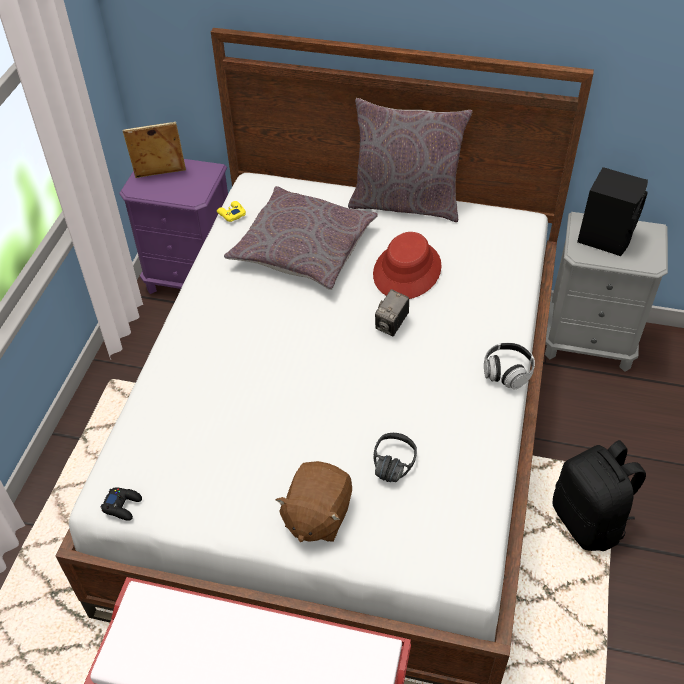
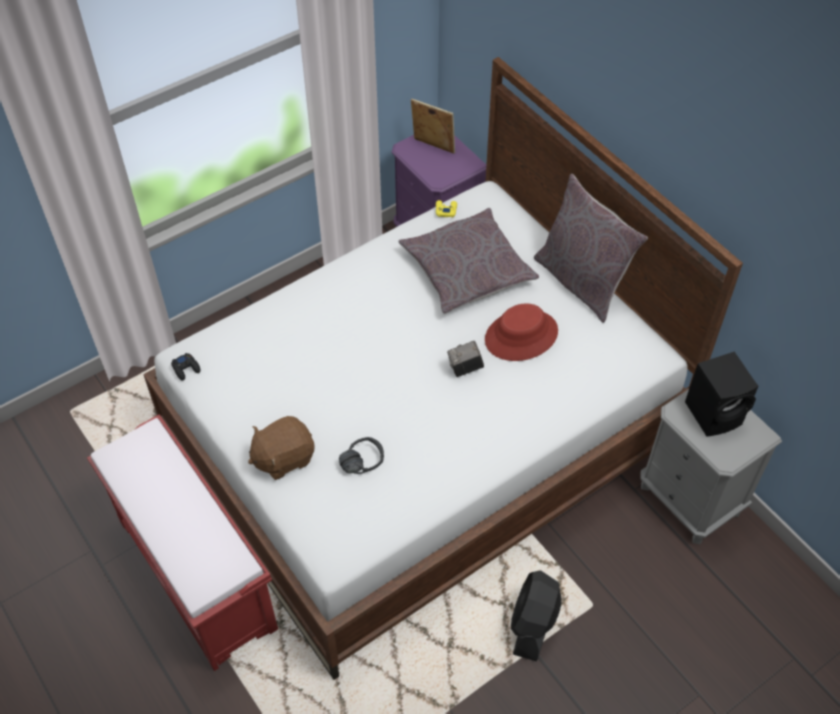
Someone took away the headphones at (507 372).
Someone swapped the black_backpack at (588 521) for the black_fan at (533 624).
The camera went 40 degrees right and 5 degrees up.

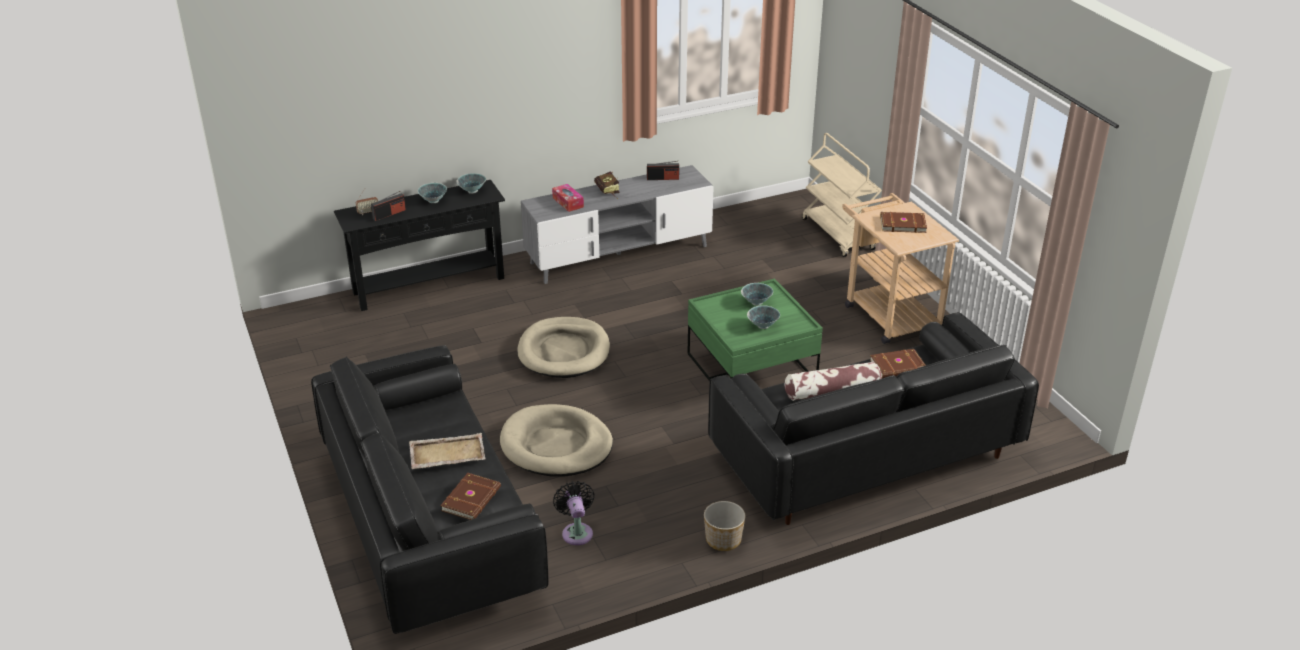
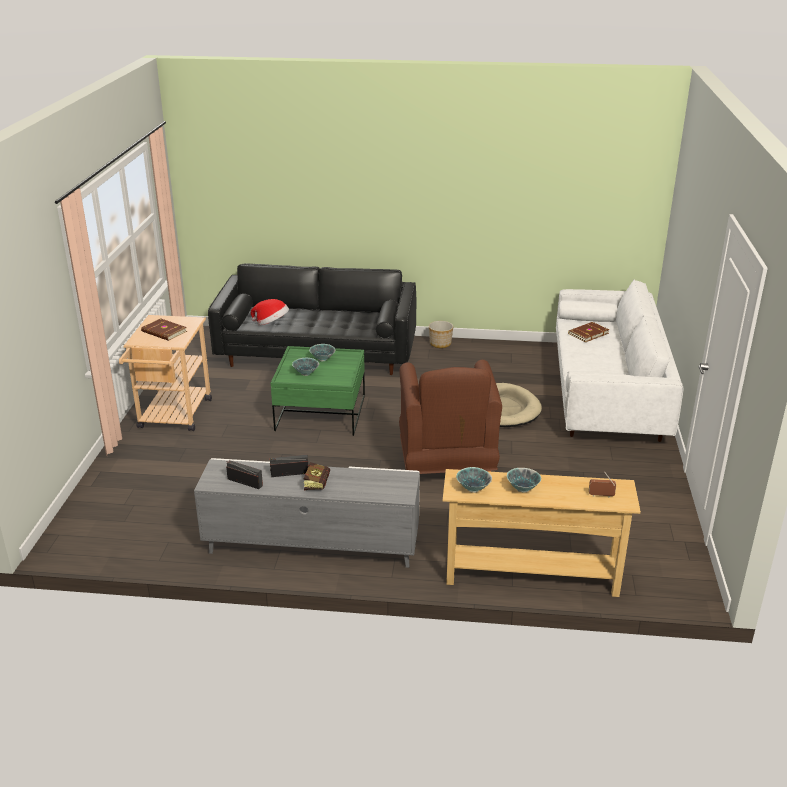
Someone took away the beige_cart at (838 235).
Someone repainted the black_console_table at (429 285), which became the beige_console_table at (531 577).
Someone took away the tissue_box at (568 202).
Someone carried the radio from (389 214) to (289 473).
Someone swapped the beige_dog_bed at (564 351) for the brown_armchair at (446 467).
Someone repainted the black_sofa at (430 523), which became the white_sofa at (606 393).
Someone swapped the brown_book at (898 366) for the hat at (271 323).
Someone took away the pillow at (831 391).
Someone took away the beige_tray at (446 453).
Someone took away the black_fan at (576 531).
The camera went 150 degrees left and 5 degrees down.

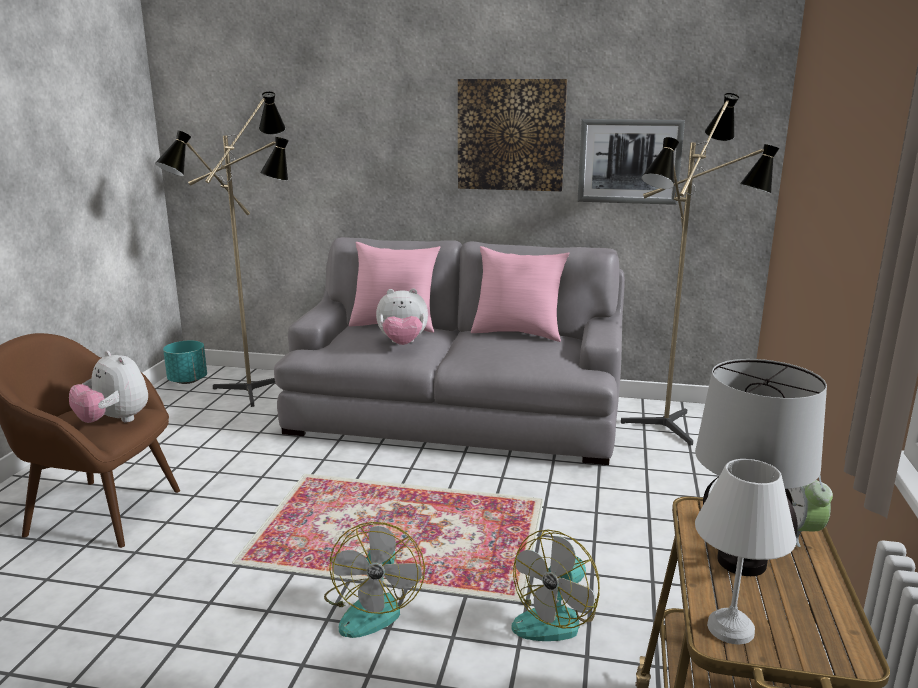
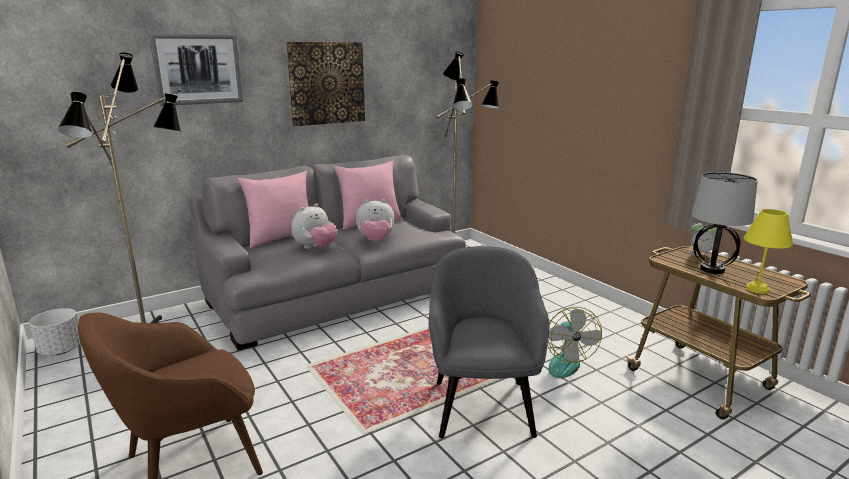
Someone carried the picture from (629 161) to (198 69).
Someone repainted the turquoise_planter at (188 380), which became the white_planter at (61 350).
Someone carried the plush_toy from (114 421) to (376 240).
Someone repainted the white_table_lamp at (730 630), which became the yellow_table_lamp at (758 289).
Someone swapped the fan at (372 607) for the grey_armchair at (482 405).
The camera went 45 degrees left and 0 degrees up.

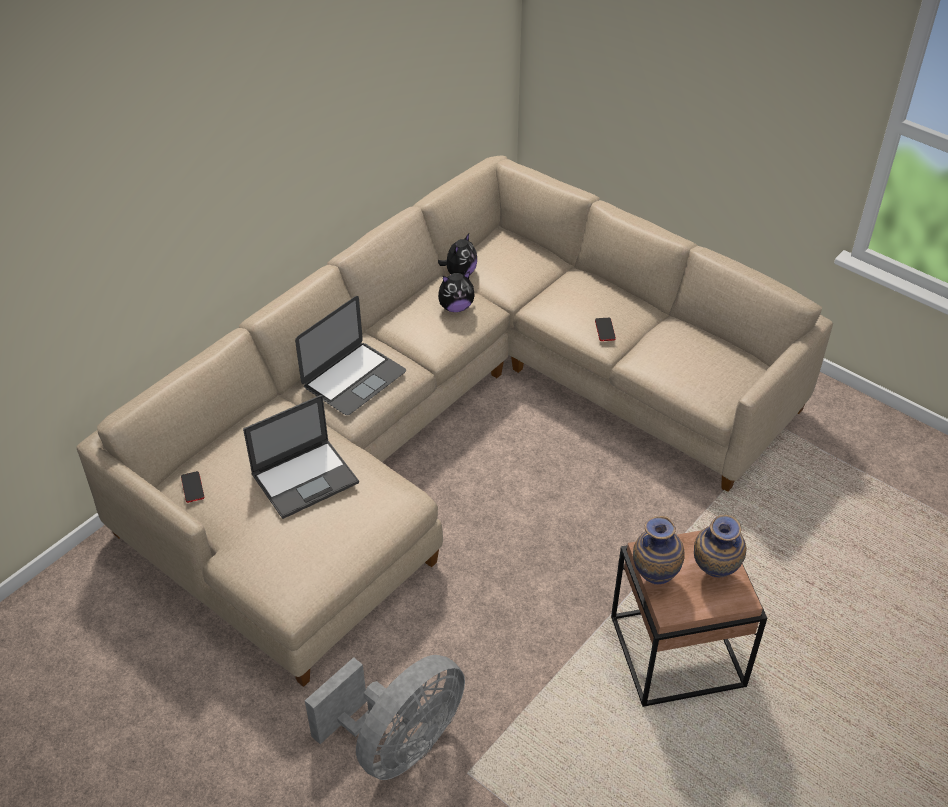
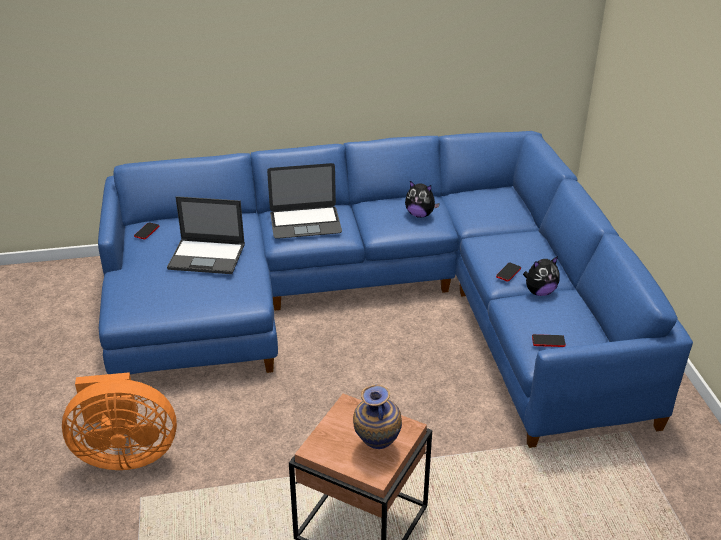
Someone repainted the beige_sofa at (451 425), which became the blue_sofa at (378 303).
Someone carried the plush_toy from (459 274) to (539 292).
Someone took away the vase at (654 578).
Someone repainted the grey_fan at (398 744), which became the orange_fan at (125 454).
Someone put down the phone at (548 341).
The camera went 40 degrees right and 10 degrees down.

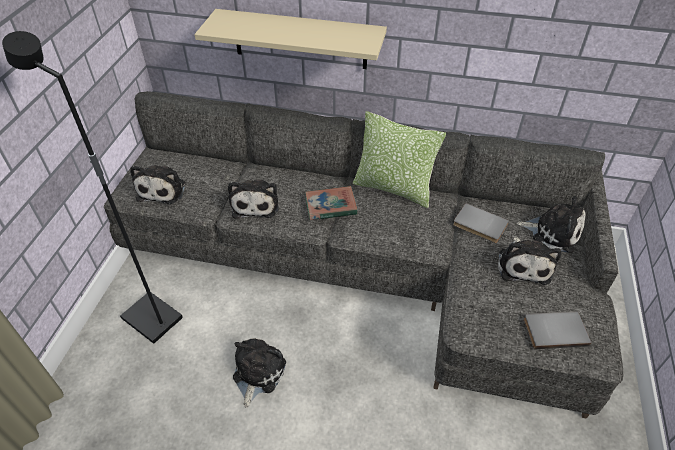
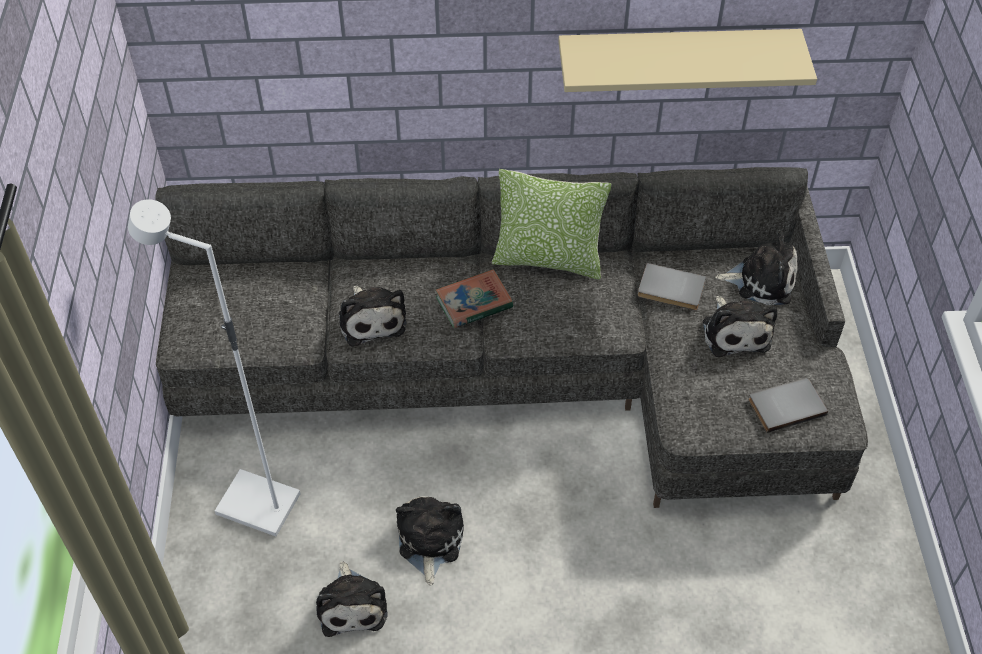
Someone carried the beige_shelf from (300 39) to (676 58).
Someone repainted the black_floor_lamp at (150 319), which became the white_floor_lamp at (256 506).
Someone carried the plush_toy from (163 189) to (352 604).
The camera went 15 degrees left and 5 degrees up.

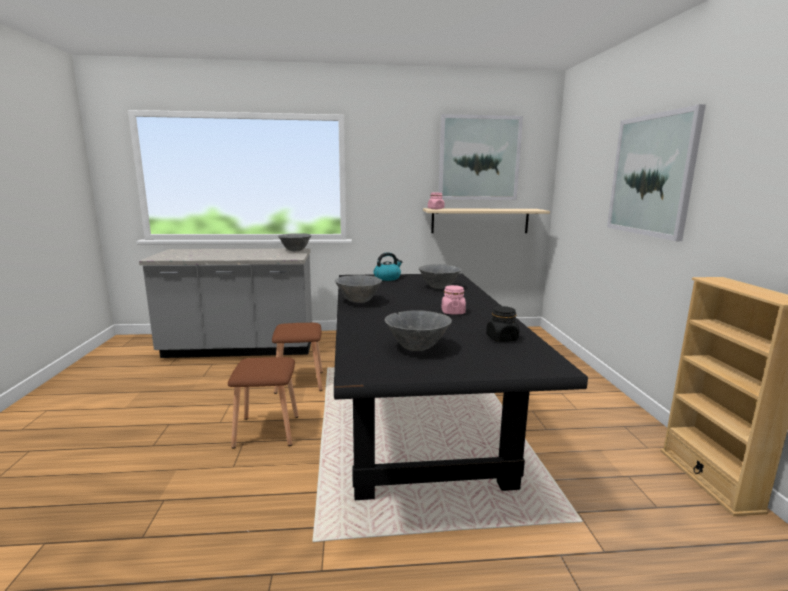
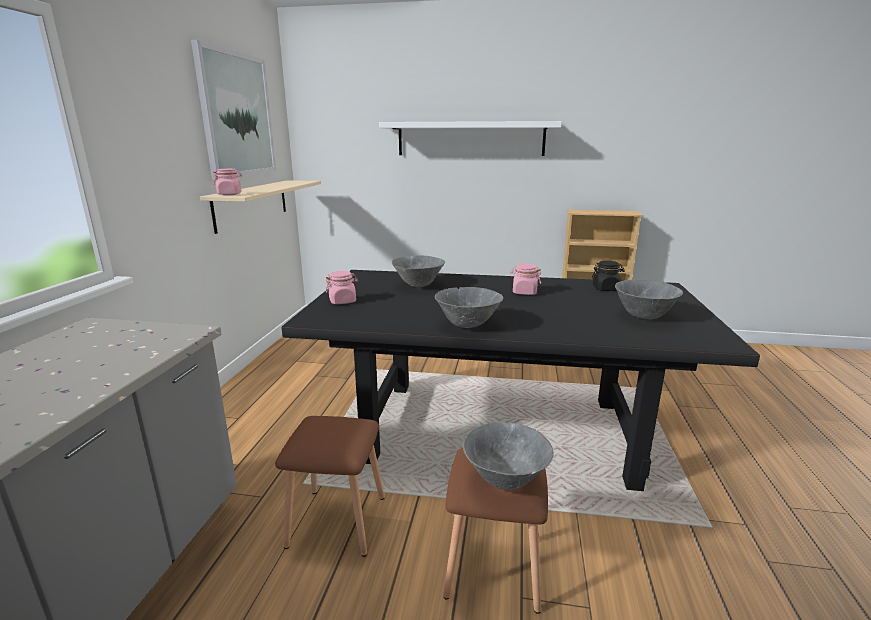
Someone swapped the picture at (651 175) for the white_shelf at (470 139).
Someone carried the grey_bowl from (295 251) to (506 480).
Someone swapped the kettle at (387 278) for the pink_jar at (343 301).
The camera went 75 degrees left and 5 degrees up.

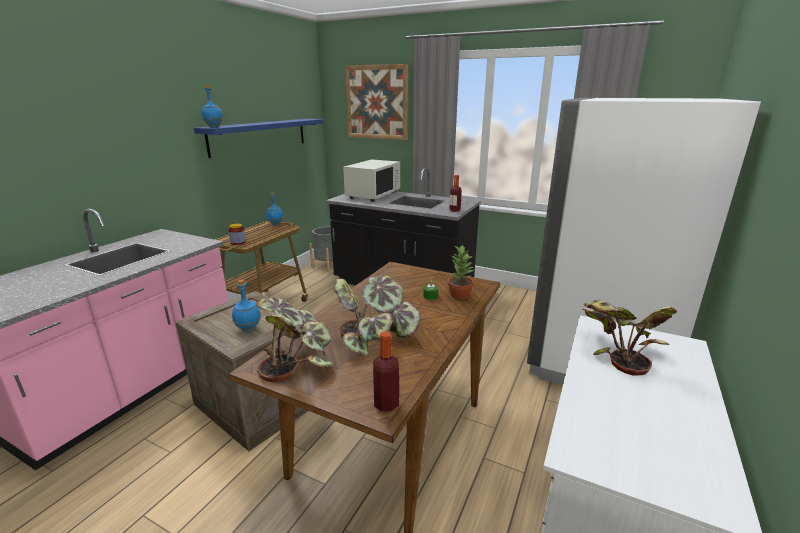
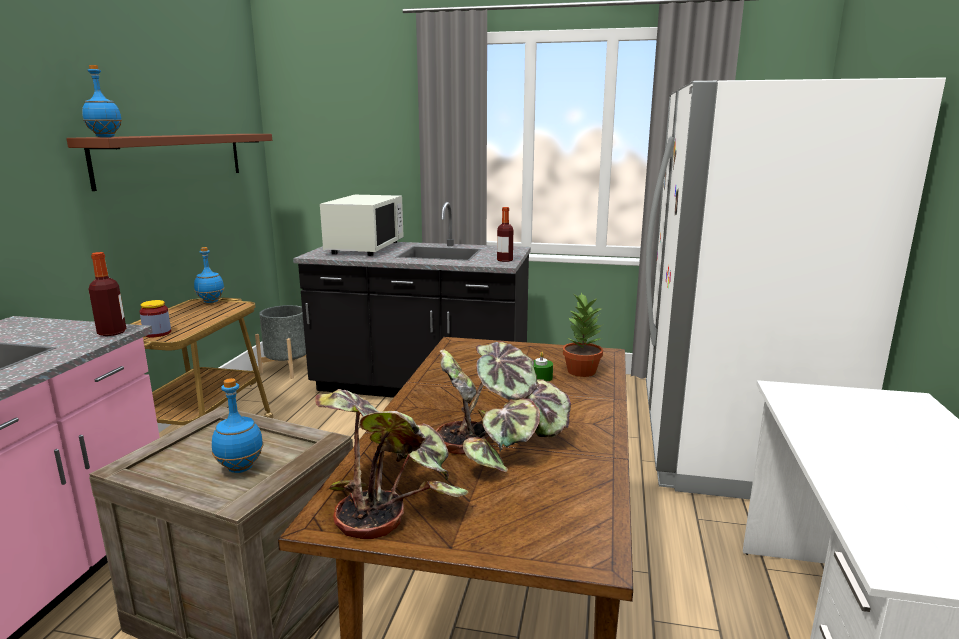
Someone took away the picture at (377 102).
Someone repainted the blue_shelf at (260 136), which became the brown_shelf at (173 158).
Someone took away the potted_plant at (616 351).
Someone carried the bottle from (386 404) to (112 333).
The camera went 15 degrees left and 5 degrees down.

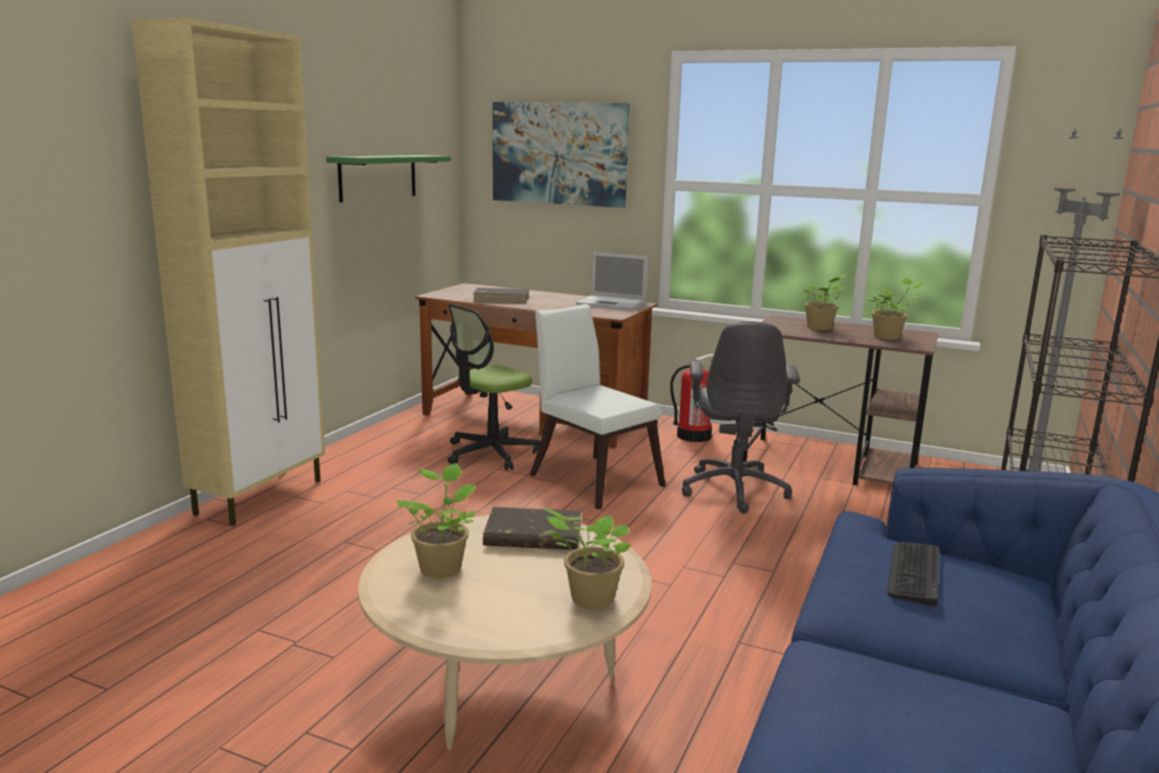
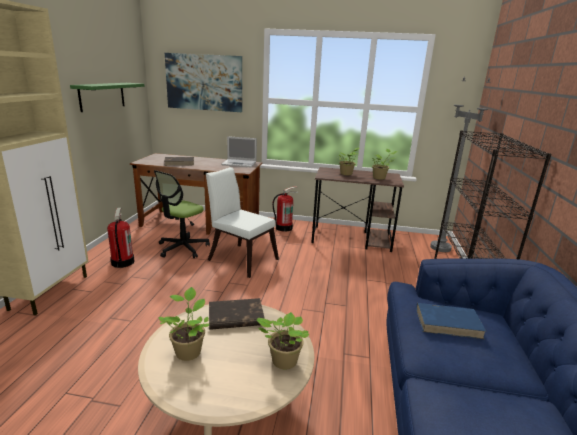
Someone took away the grey_office_chair at (734 490).
Someone swapped the keyboard at (913 573) for the blue_book at (448 323).
Someone put down the fire_extinguisher at (122 262).
The camera went 15 degrees left and 5 degrees up.

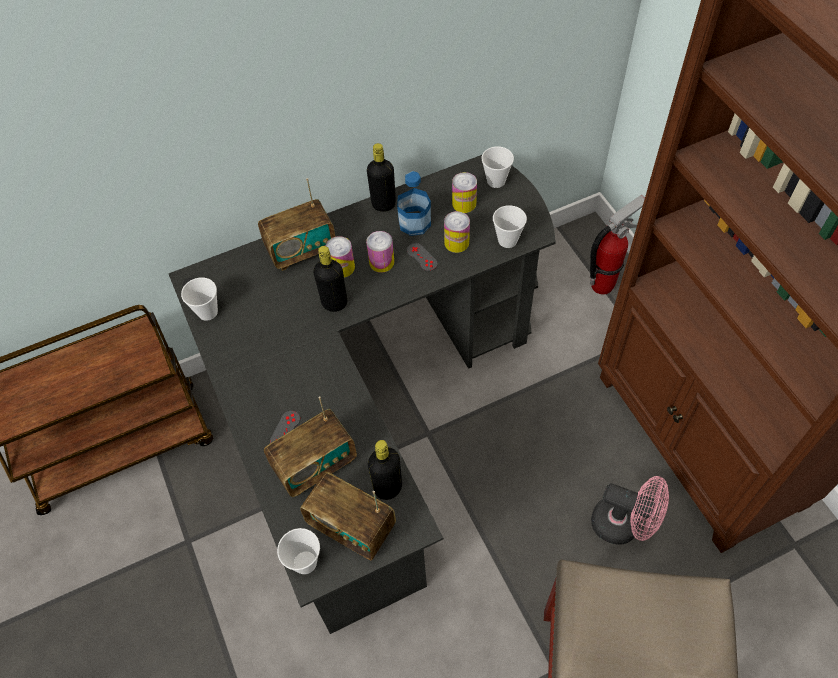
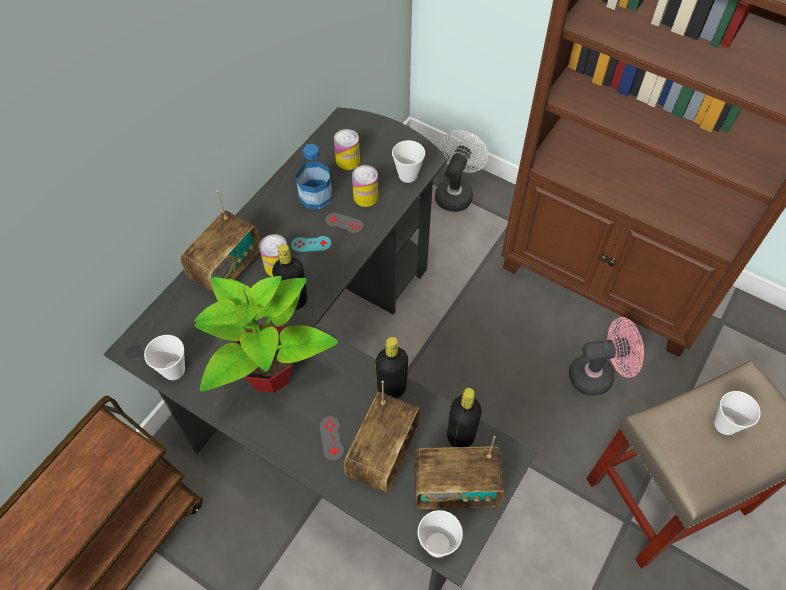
Someone carried the black_bottle from (383 204) to (391 388).
Someone carried the cup from (496 181) to (725 424).
Someone swapped the fire_extinguisher at (602 285) for the white_fan at (455 192).
Someone swapped the can at (381 262) for the turquoise_game_controller at (311 244).
Someone put down the potted_plant at (271 372).
The camera went 35 degrees left and 0 degrees up.

